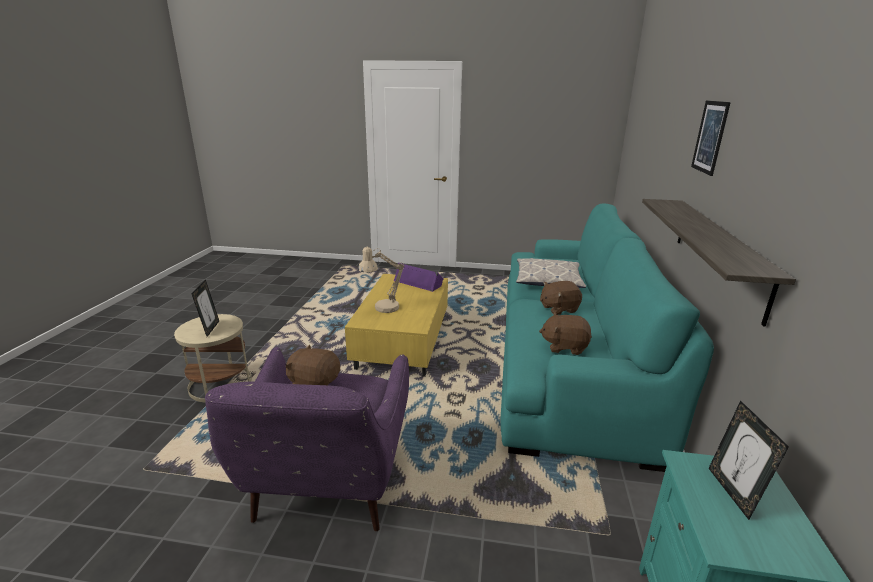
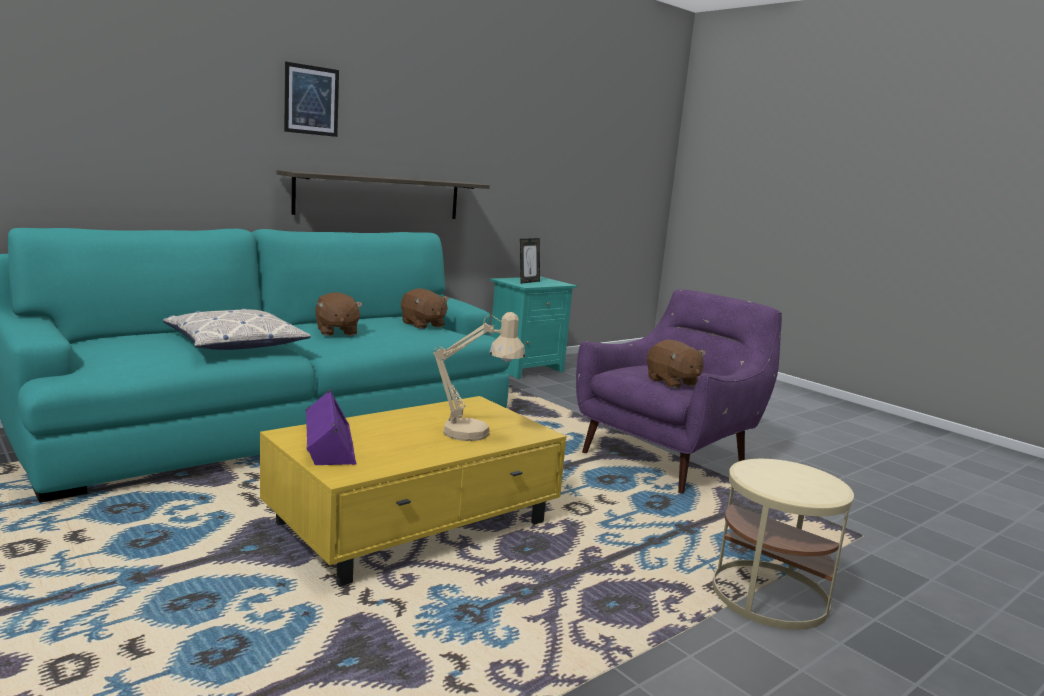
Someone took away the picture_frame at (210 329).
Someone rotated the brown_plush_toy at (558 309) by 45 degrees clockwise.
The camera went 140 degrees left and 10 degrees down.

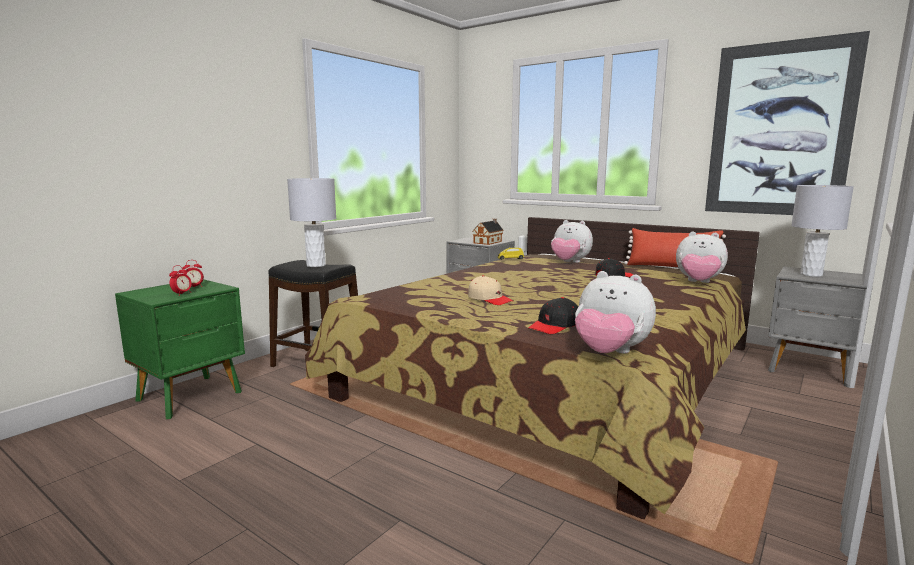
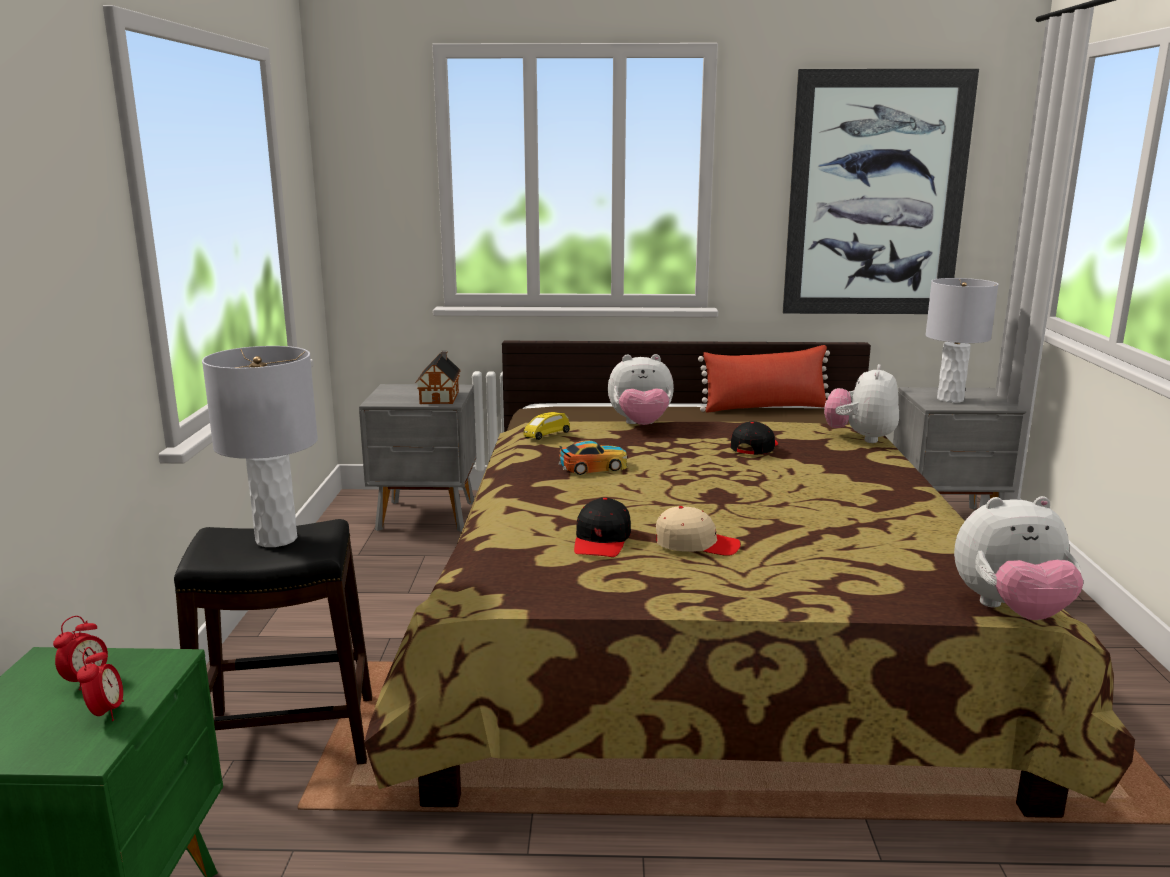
Someone rotated the plush_toy at (698 282) by 120 degrees clockwise.
Someone carried the black_cap from (554 326) to (602 540).
Someone put down the toy_car at (593 467).
The camera went 35 degrees left and 5 degrees up.

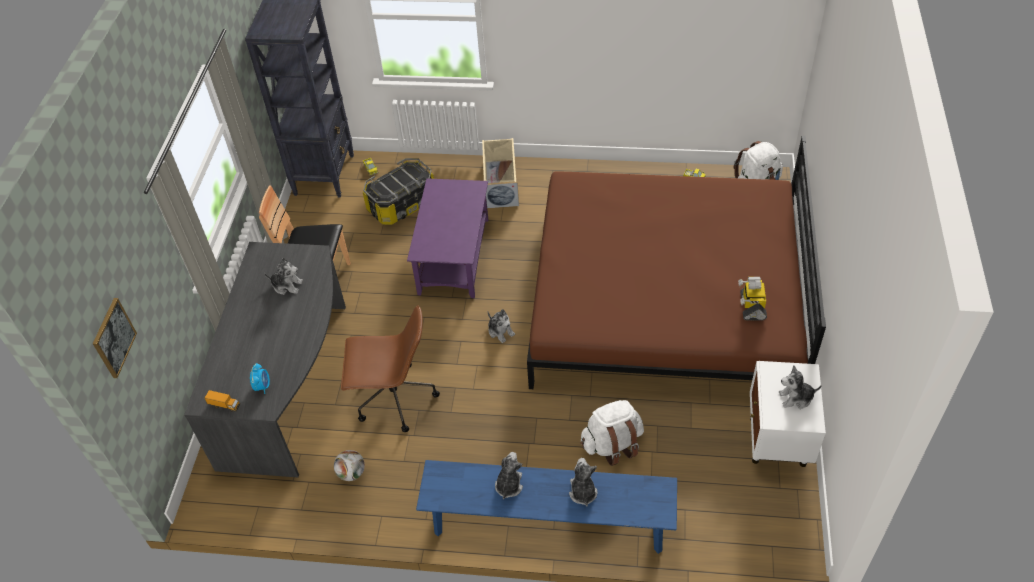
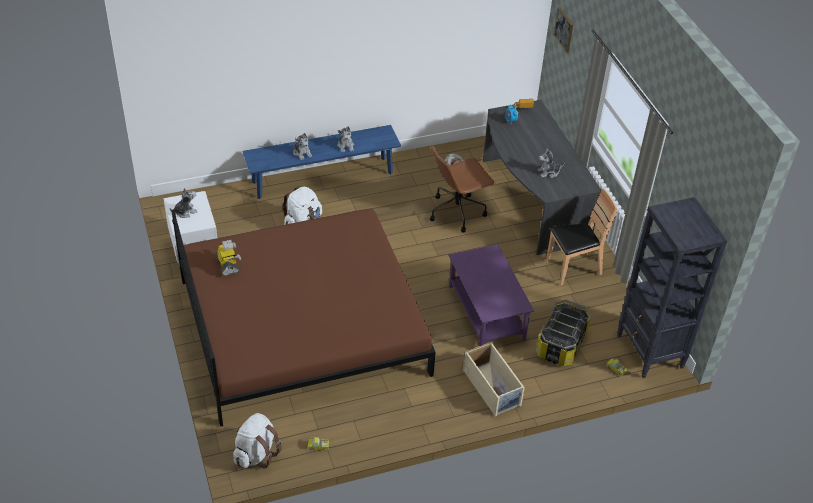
Someone took away the plush_toy at (500 331).
The camera went 150 degrees right and 5 degrees down.

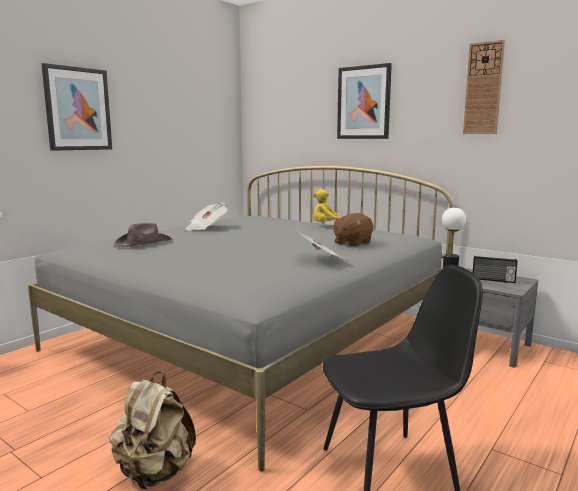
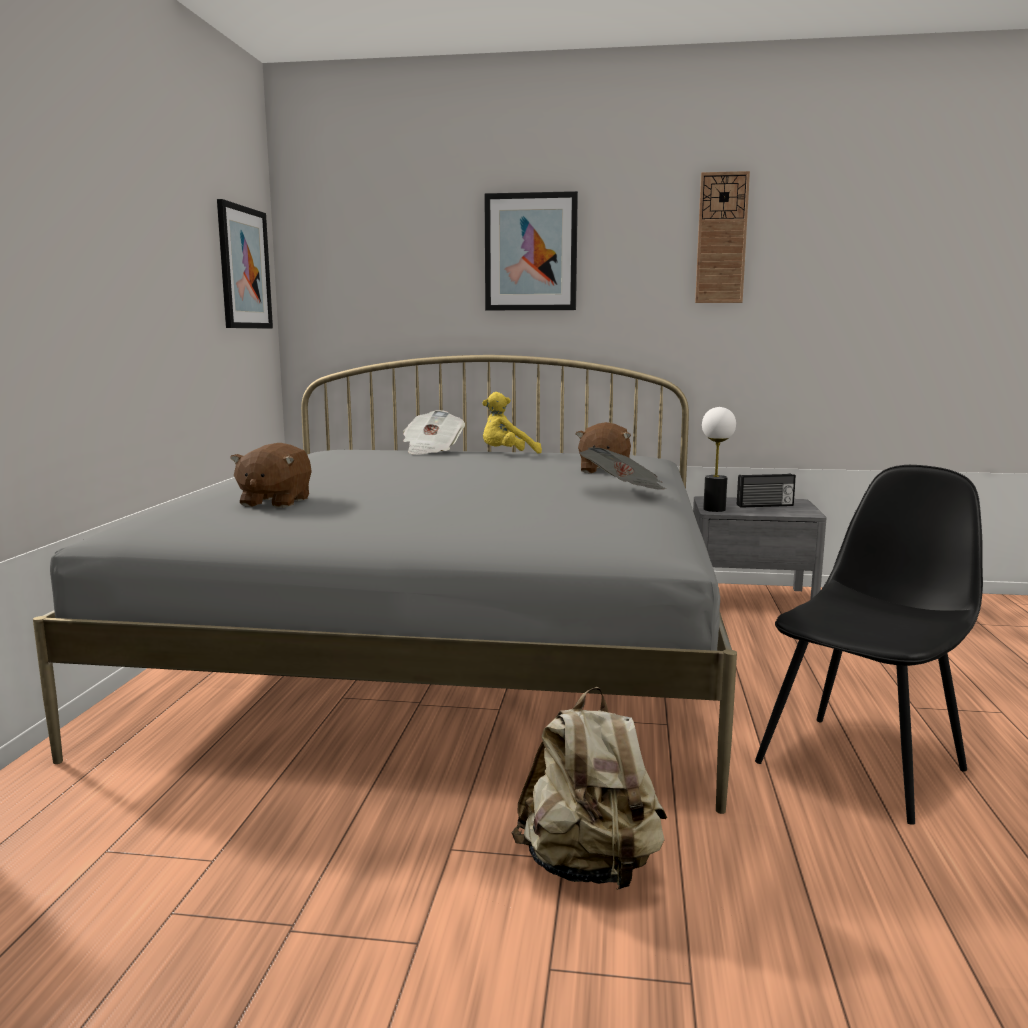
Someone carried the picture from (78 109) to (244 268).
Someone carried the newspaper from (206 228) to (431 450).
Someone swapped the brown_hat at (144 243) for the brown_plush_toy at (274 502).
The camera went 30 degrees left and 0 degrees up.

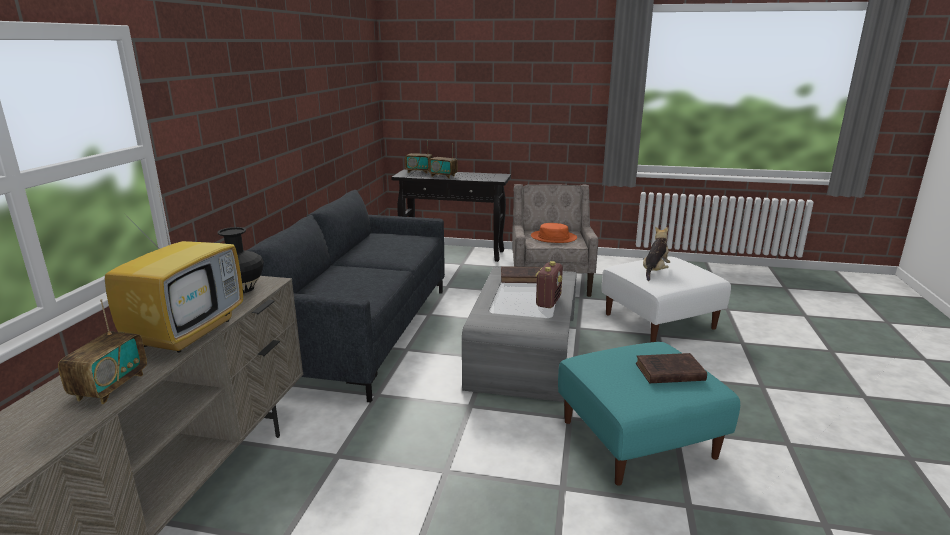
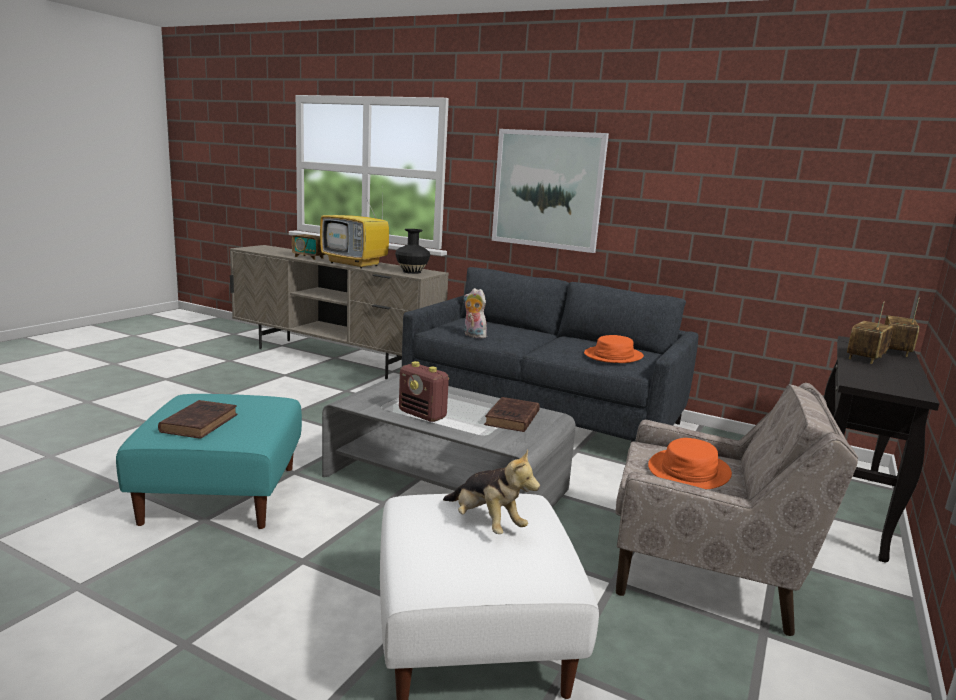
Someone put up the picture at (547 190).
Someone put down the plush_toy at (473 335).
Someone put down the orange_hat at (613 356).
The camera went 105 degrees right and 5 degrees down.

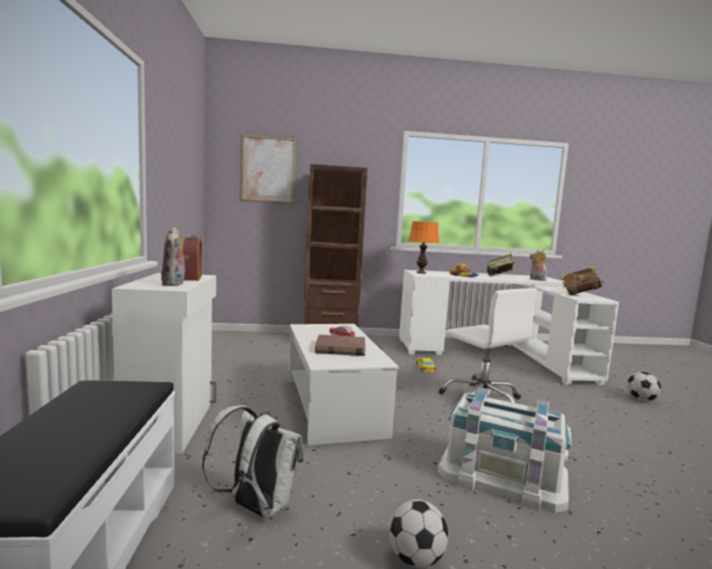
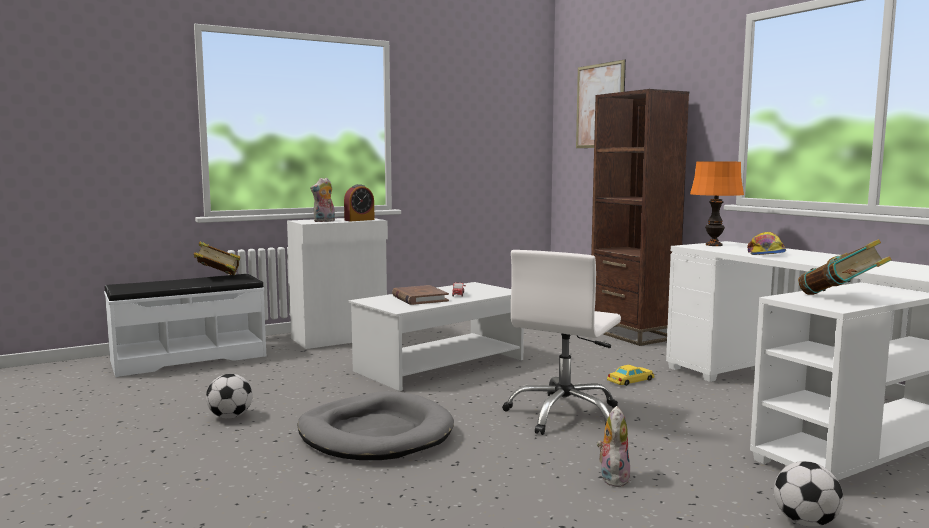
Someone carried the plush_toy from (536 280) to (612 478).
Someone carried the book from (499 277) to (218 277).
Someone swapped the white_storage_box at (502 475) for the grey_dog_bed at (375 433).
Someone took away the white_backpack at (255 507).
The camera went 65 degrees right and 0 degrees up.

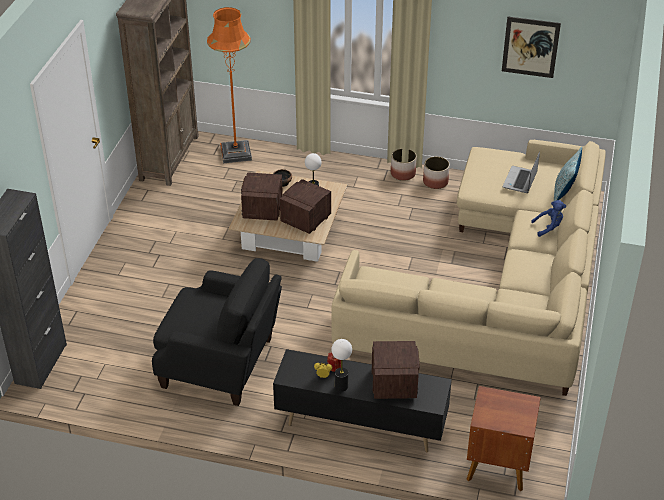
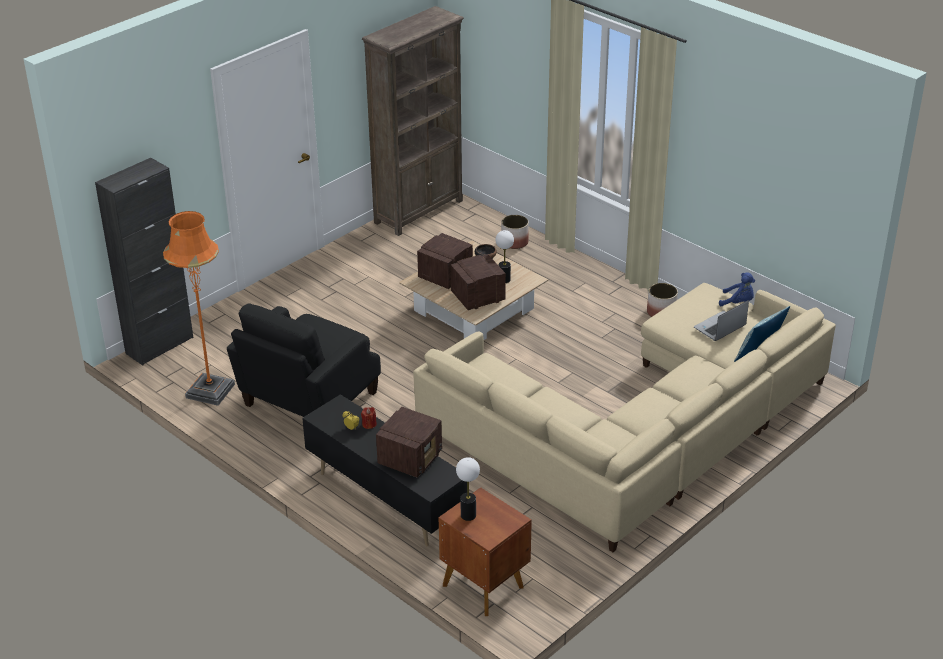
Someone carried the orange_floor_lamp from (236 153) to (210 391).
Someone took away the picture at (530 47).
Someone carried the planter from (403 173) to (515 242).
Someone carried the blue_plush_toy from (549 227) to (738 302).
Someone rotated the black_armchair at (221 364) by 75 degrees clockwise.
Someone carried the table_lamp from (341 386) to (468 515).
The camera went 30 degrees right and 5 degrees down.

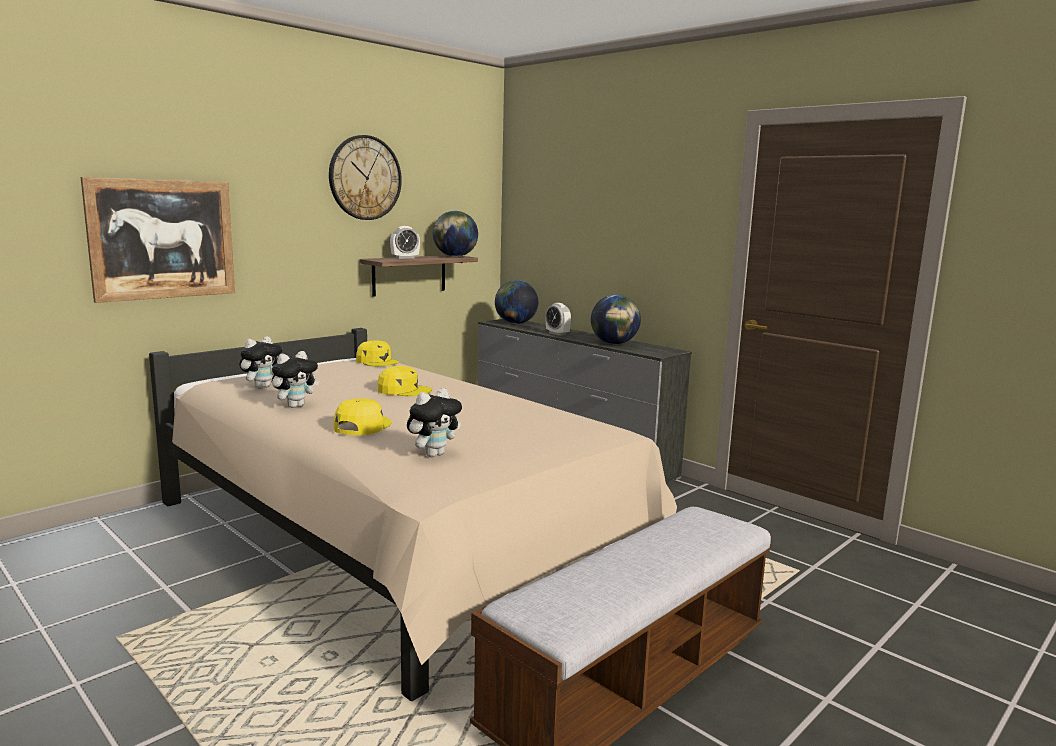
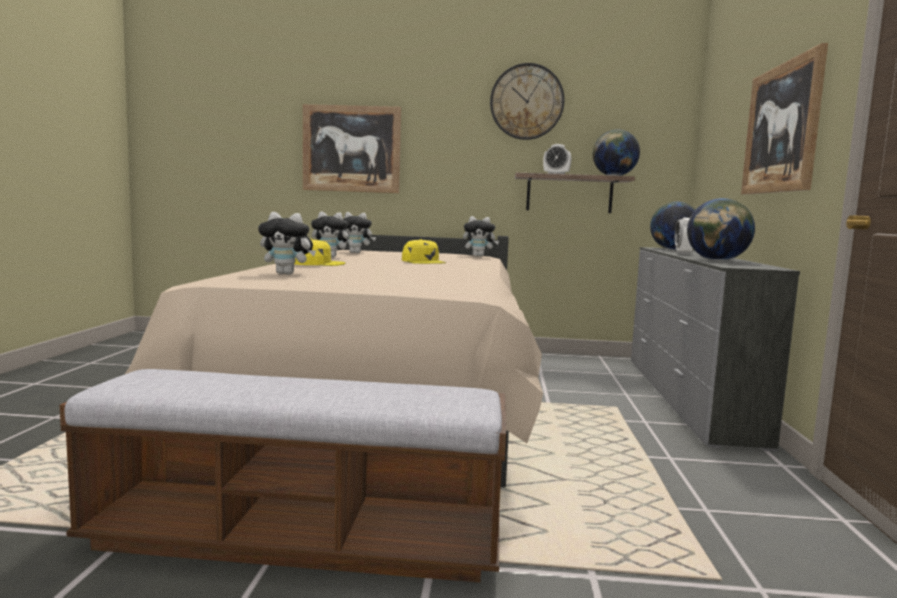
Someone swapped the yellow_cap at (377 361) for the plush_toy at (479 256).
Someone put up the picture at (781 128).
The camera went 50 degrees right and 5 degrees down.

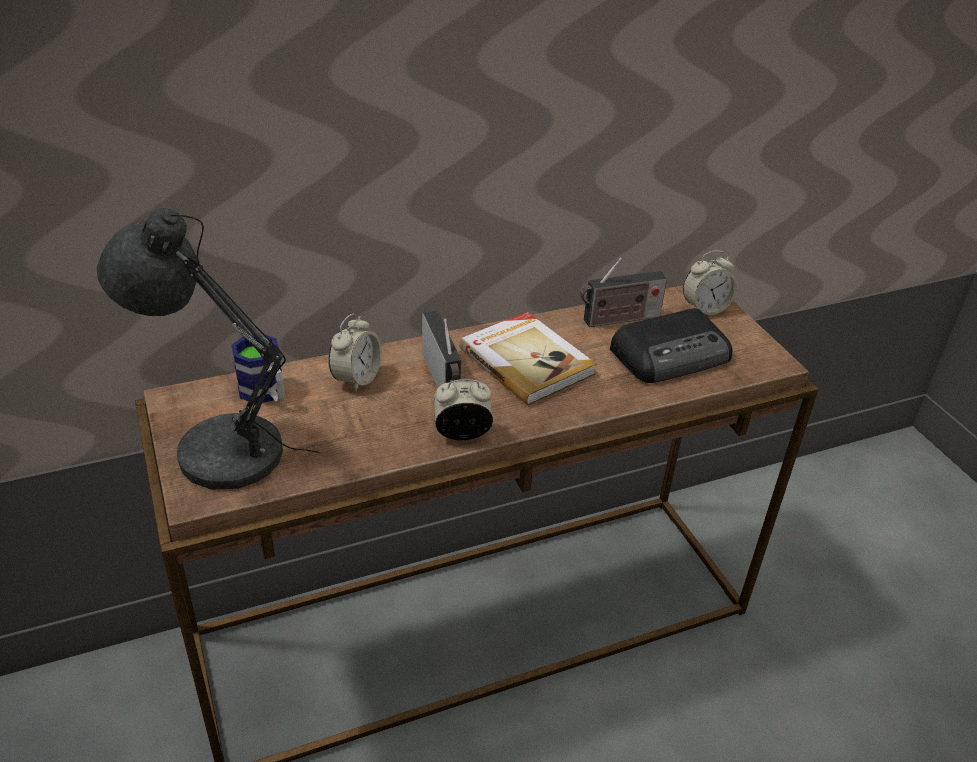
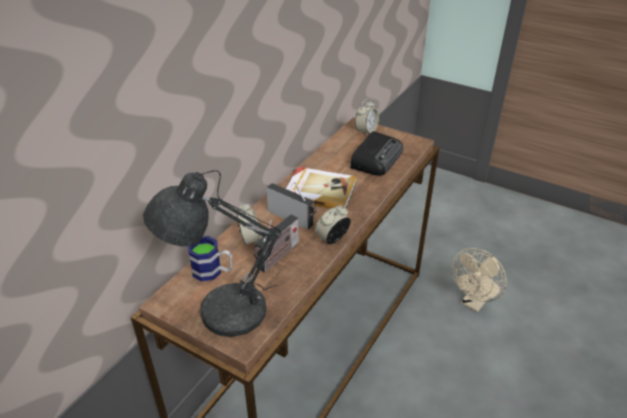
Someone carried the radio from (618 319) to (277 257).
Someone put down the beige_fan at (474 303).
The camera went 35 degrees left and 0 degrees up.

